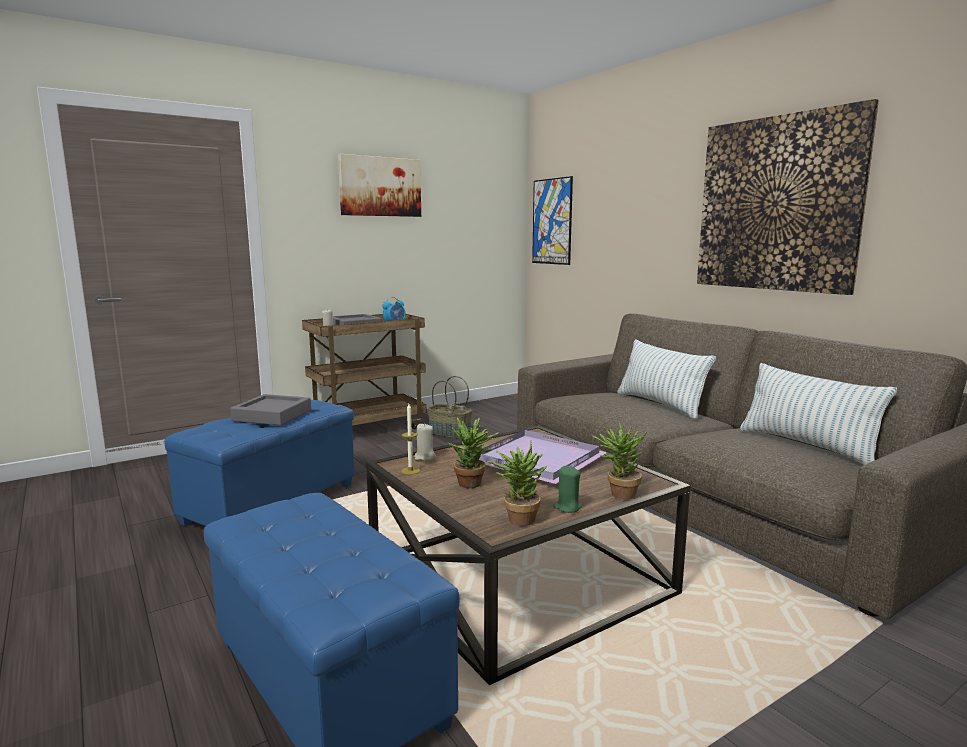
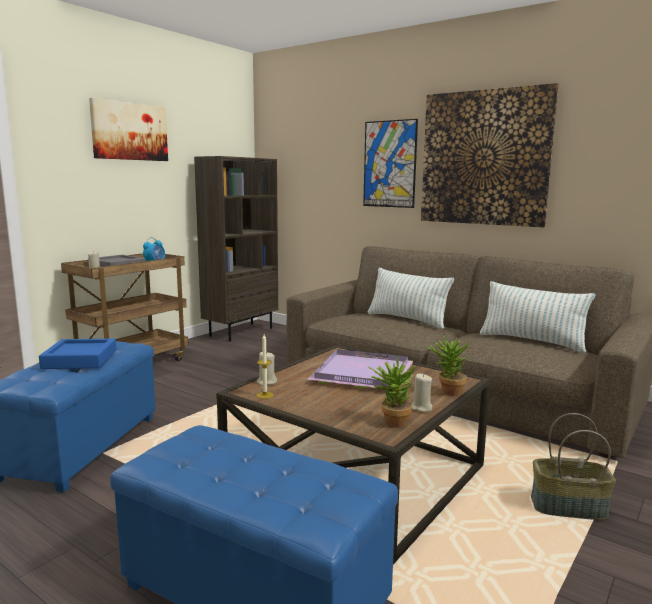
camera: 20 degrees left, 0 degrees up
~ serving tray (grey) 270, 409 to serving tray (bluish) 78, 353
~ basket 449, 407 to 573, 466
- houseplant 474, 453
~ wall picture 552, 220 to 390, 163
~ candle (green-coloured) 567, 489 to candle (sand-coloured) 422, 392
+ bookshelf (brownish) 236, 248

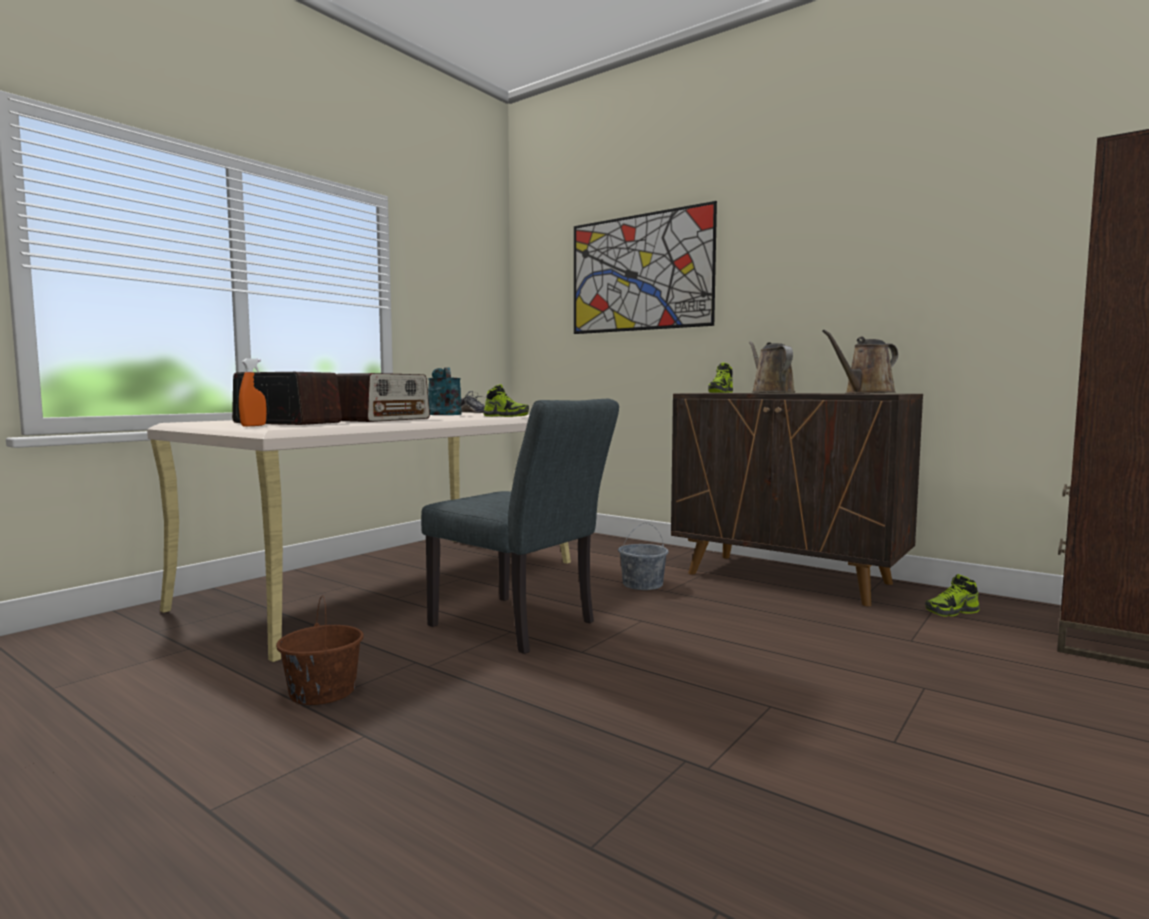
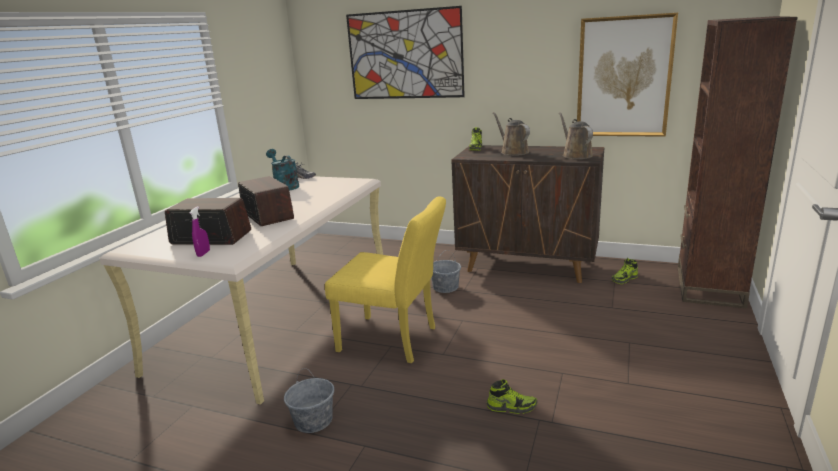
camera: 15 degrees left, 15 degrees up
~ hand sprayer (orangey) 252, 393 to hand sprayer (purple) 200, 231
~ bucket (brownish) 319, 650 to bucket (grey) 309, 401
~ radio receiver 383, 397 = 266, 201 45 degrees counterclockwise
~ plain chair (grey) 520, 526 to plain chair (yellowish) 385, 279
~ low shoe 506, 400 to 512, 396
~ watering can (brownish) 860, 362 = 576, 135 120 degrees clockwise
+ wall picture 627, 75

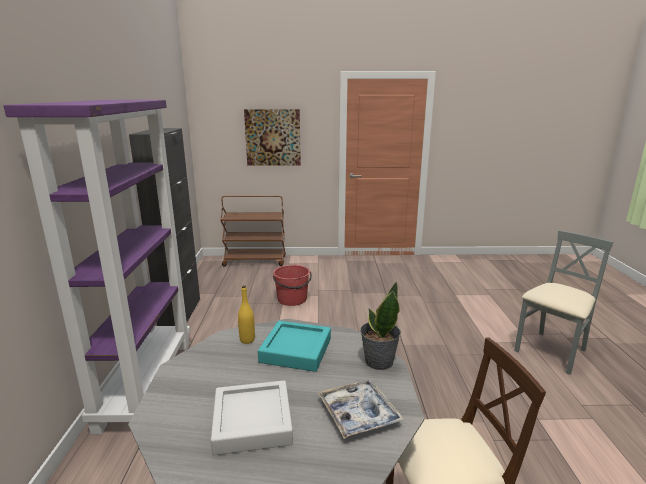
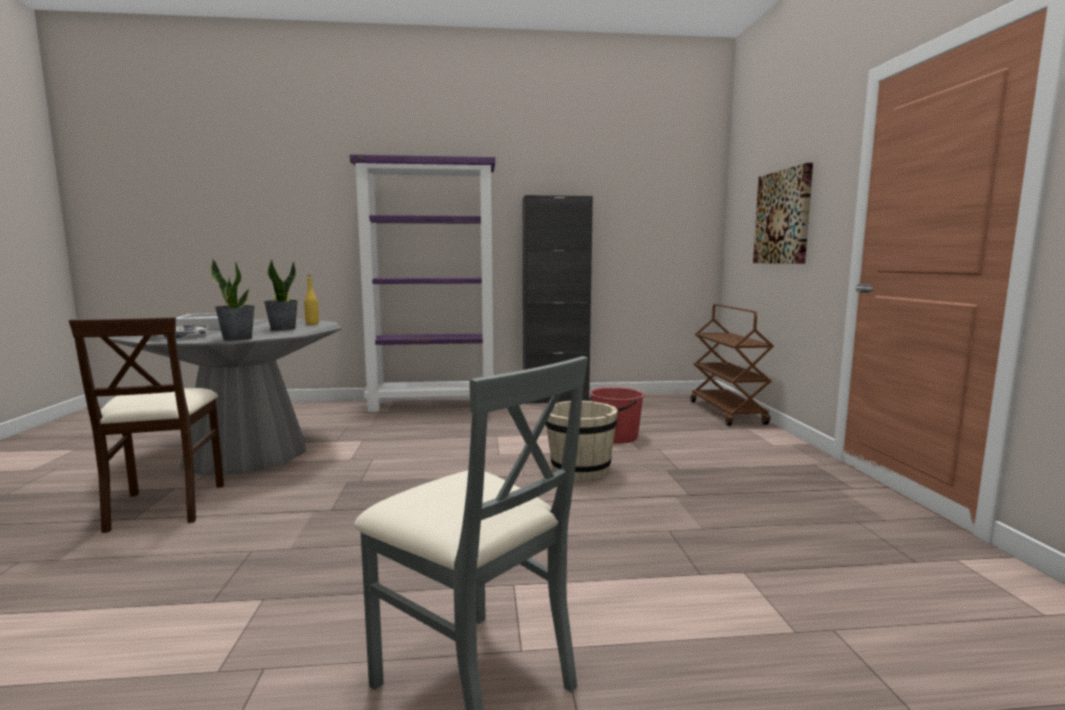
camera: 85 degrees right, 10 degrees down
~ serving tray (turquoise-coloured) 294, 346 to houseplant 281, 295
+ bucket (sand-coloured) 581, 441

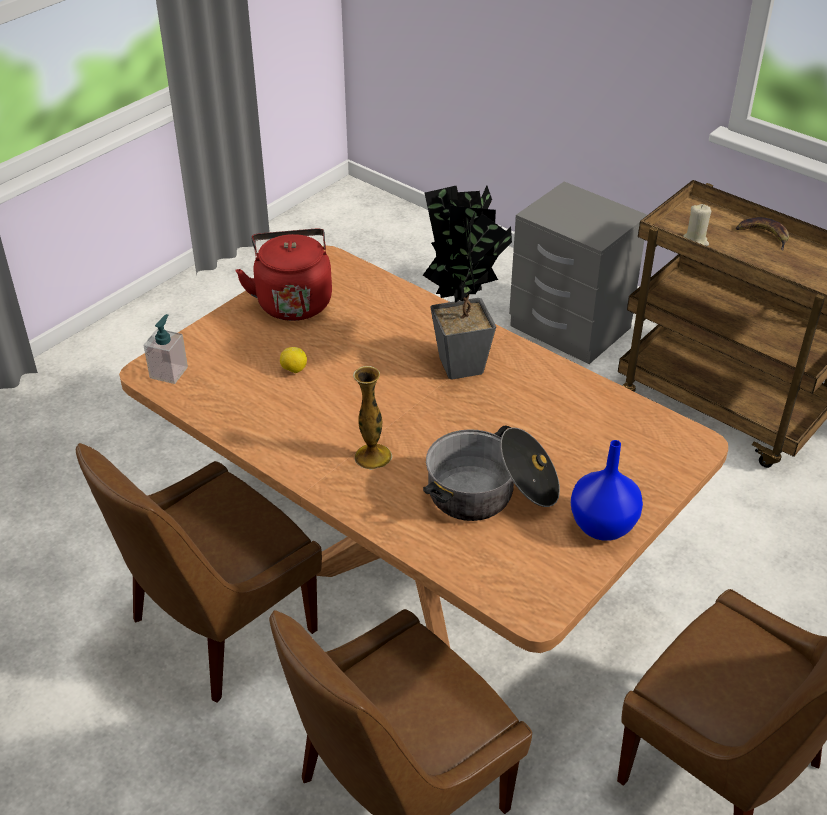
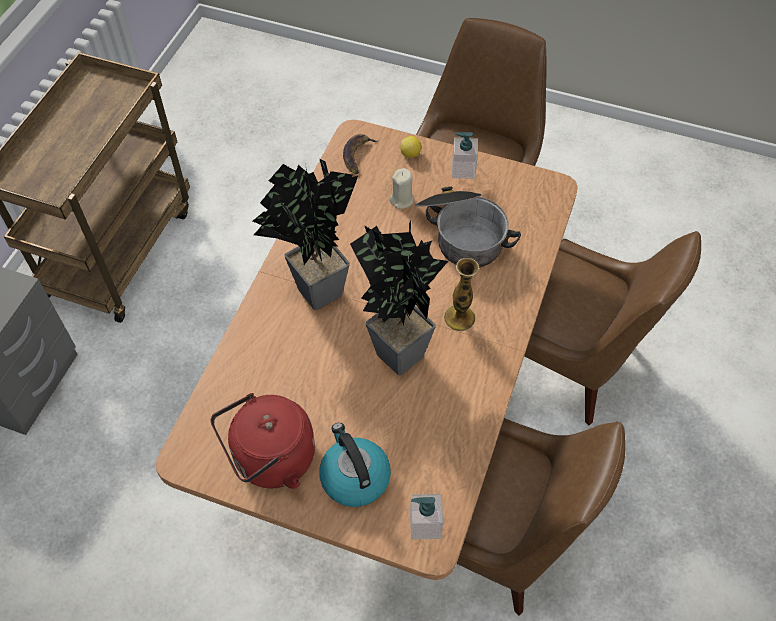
camera: 110 degrees left, 15 degrees up
~ citrus fruit 293, 360 to 411, 147
~ decorative vase (bluish) 607, 490 to soap bottle 465, 155
~ candle (sand-coloured) 697, 225 to 401, 188
~ banana fruit 762, 234 to 361, 154
+ water kettle 355, 465
+ houseplant 399, 298

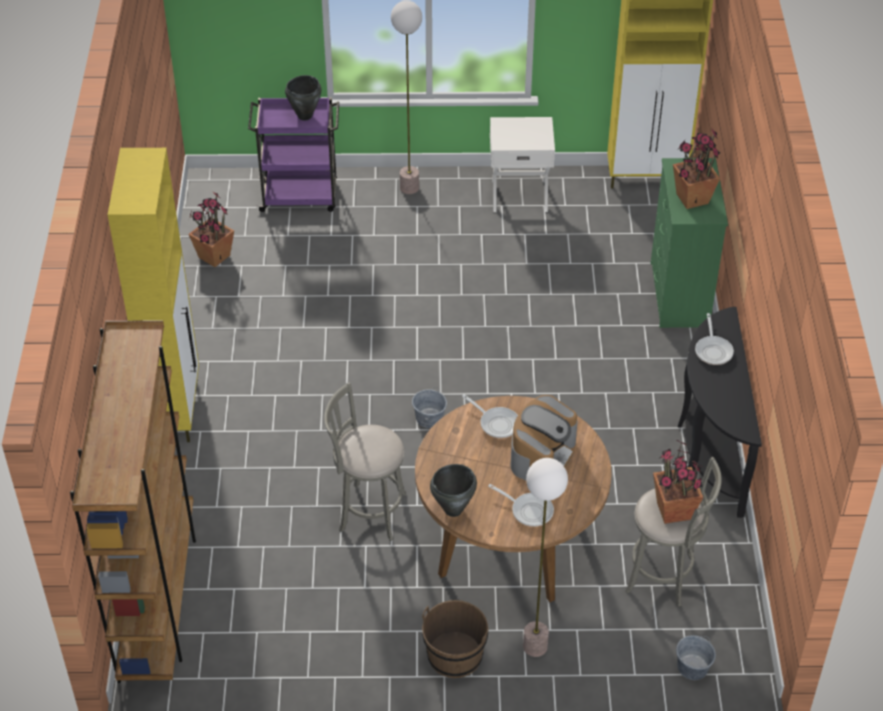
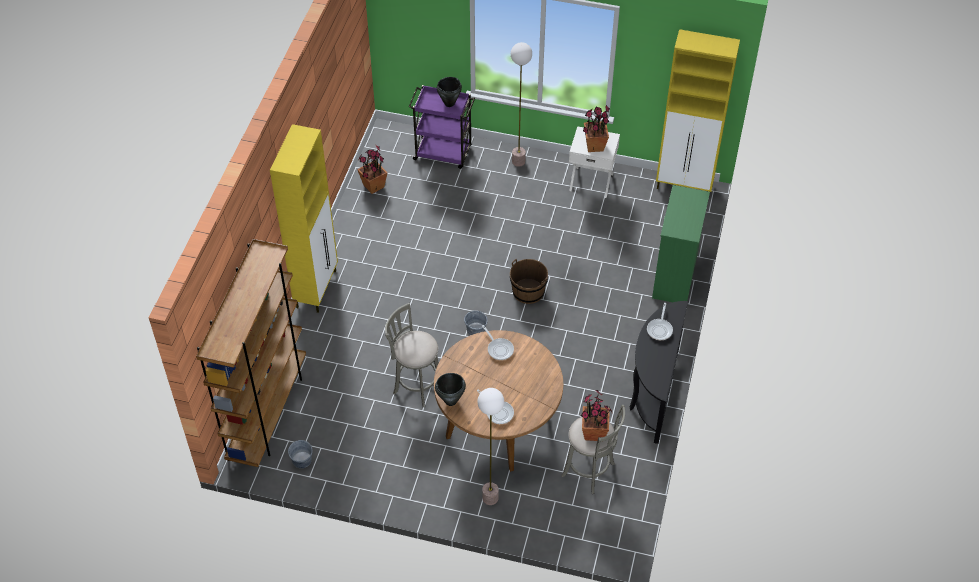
camera: 15 degrees right, 5 degrees up
~ bucket (brownish) 455, 639 to 529, 281
- coffee machine 544, 437
~ houseplant 696, 169 to 596, 128
~ bucket (grey) 696, 657 to 300, 454

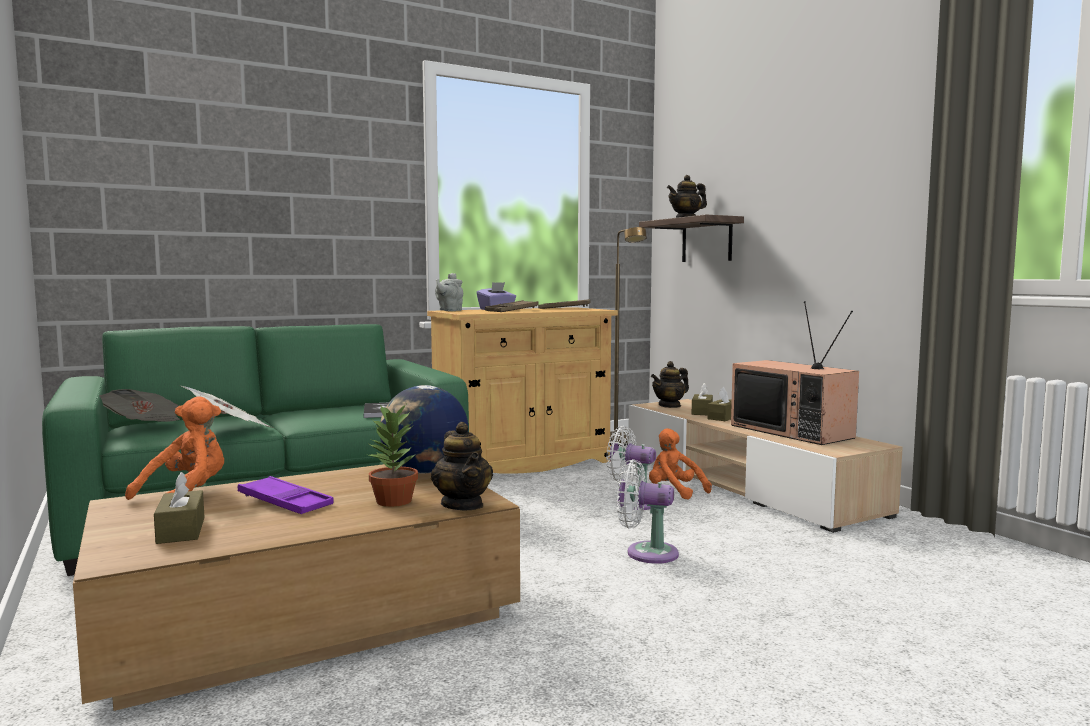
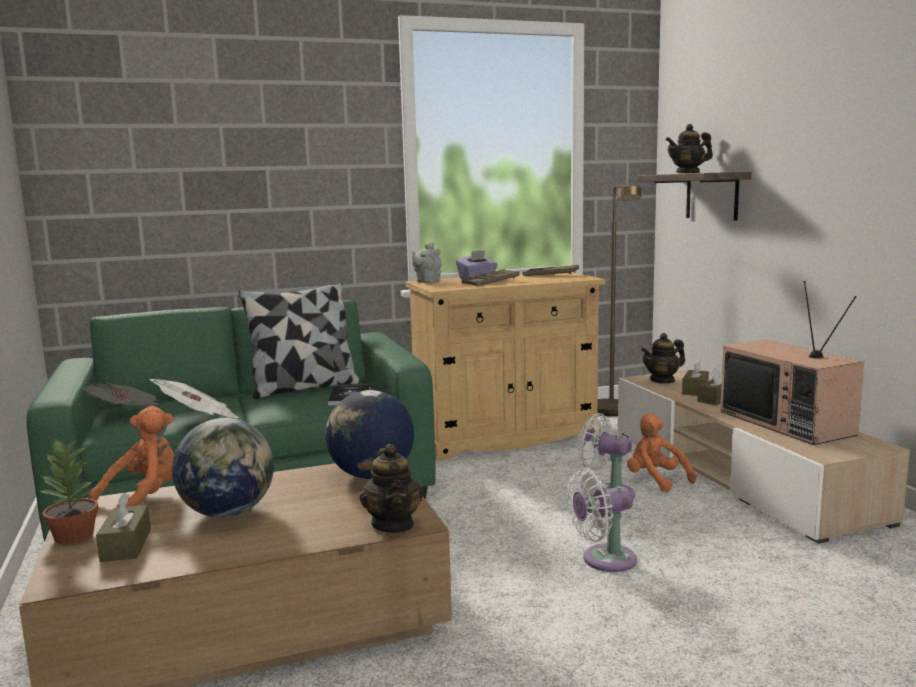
camera: 10 degrees right, 5 degrees up
~ serving tray (purple) 286, 495 to desk globe 223, 468
~ houseplant 393, 454 to 69, 491
~ cooling fan (whitish) 648, 511 = 602, 520 45 degrees counterclockwise
+ throw pillow 299, 341

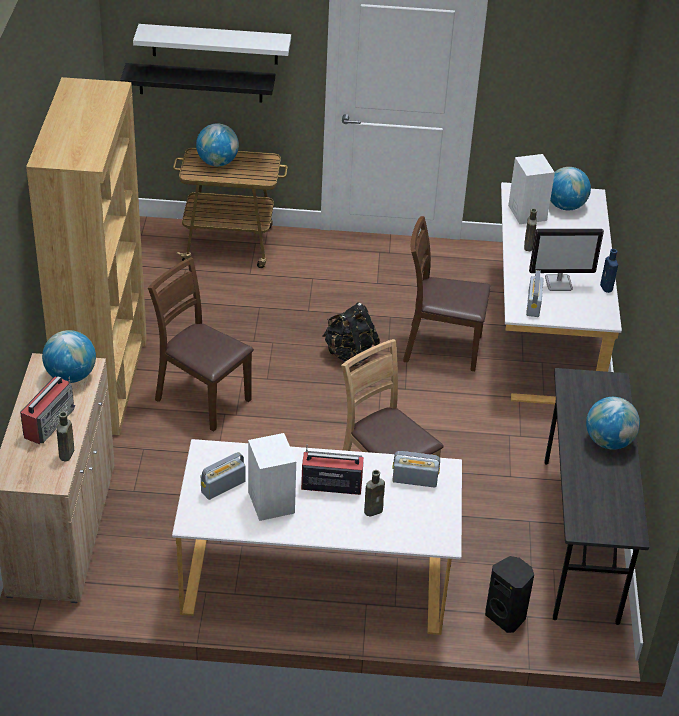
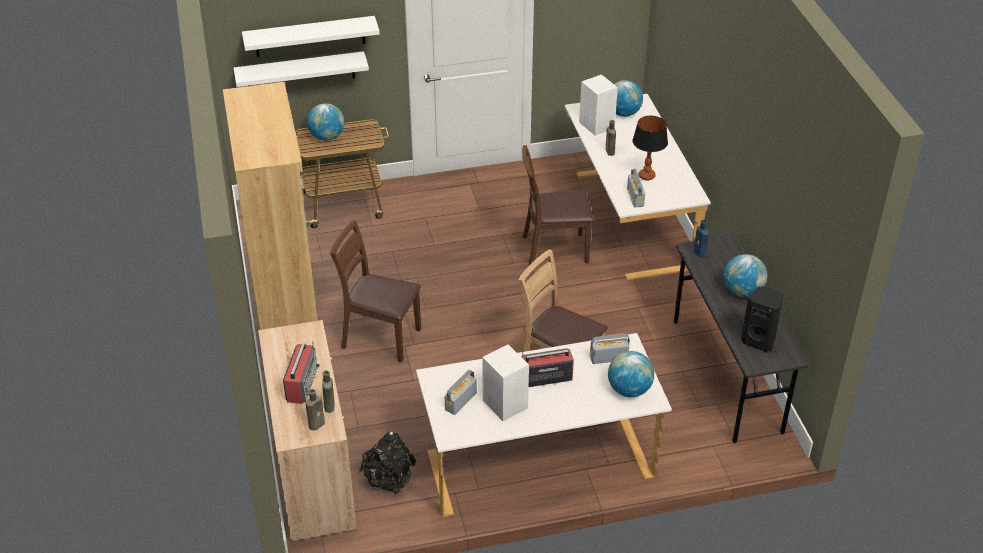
camera: 15 degrees left, 0 degrees up
~ desk globe 69, 356 to 631, 374
~ bracket shelf (black) 197, 83 to bracket shelf (whitish) 301, 69
~ knapsack (black) 351, 335 to 387, 463
~ drink bottle (brownish) 374, 493 to 315, 409
~ speaker (black) 509, 594 to 762, 319
~ computer screen 566, 260 to tabletop lamp 650, 148
~ drink bottle (bluish) 609, 271 to 701, 238

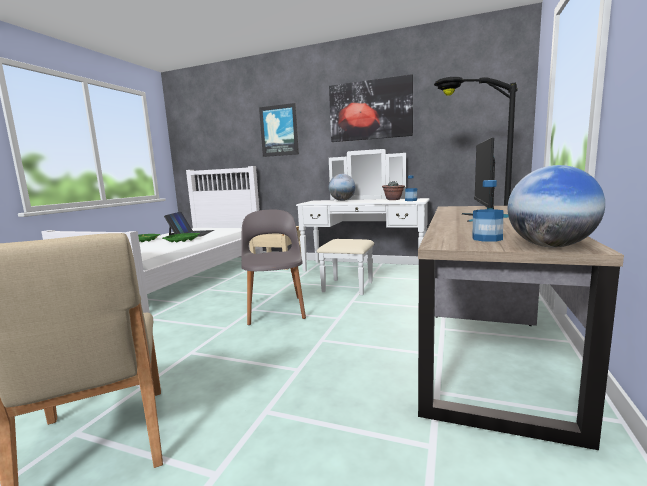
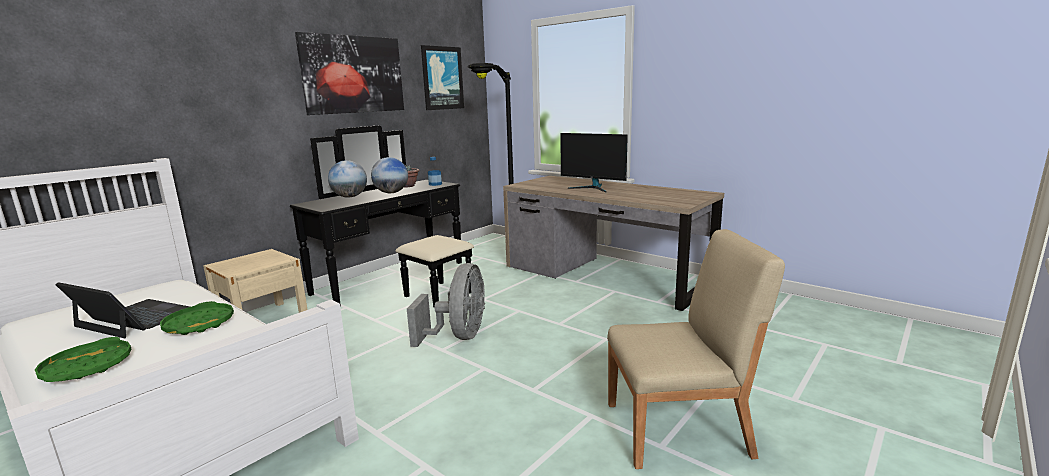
camera: 70 degrees left, 5 degrees up
~ plain chair (grey) 273, 267 to cooling fan (grey) 446, 305
~ wall picture 279, 130 to 442, 77
~ drawer chest (whitish) 363, 222 to drawer chest (black) 382, 216
- drink bottle 487, 211
~ desk globe 556, 206 to 389, 175

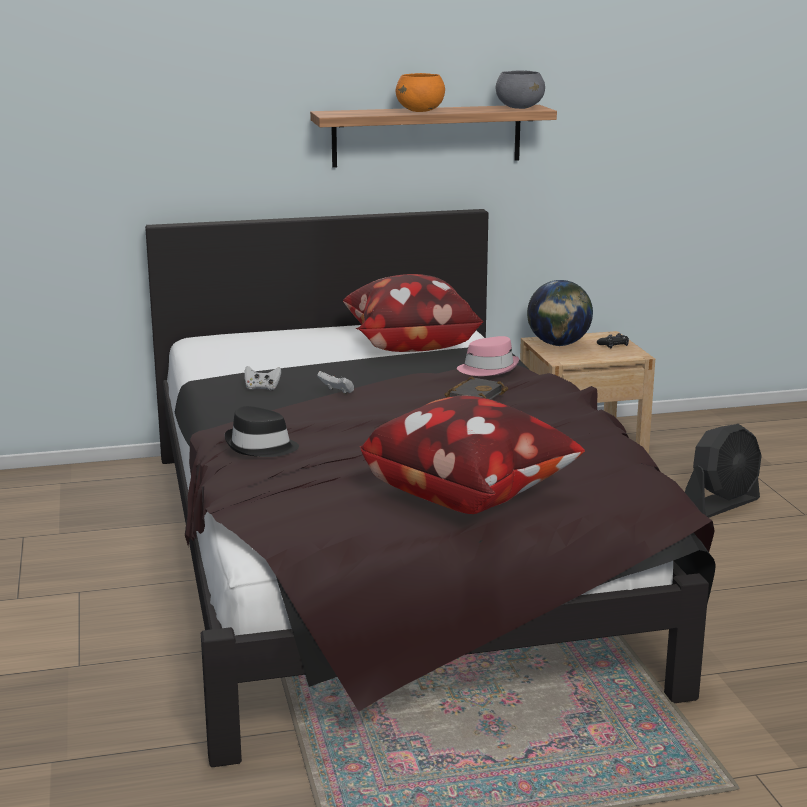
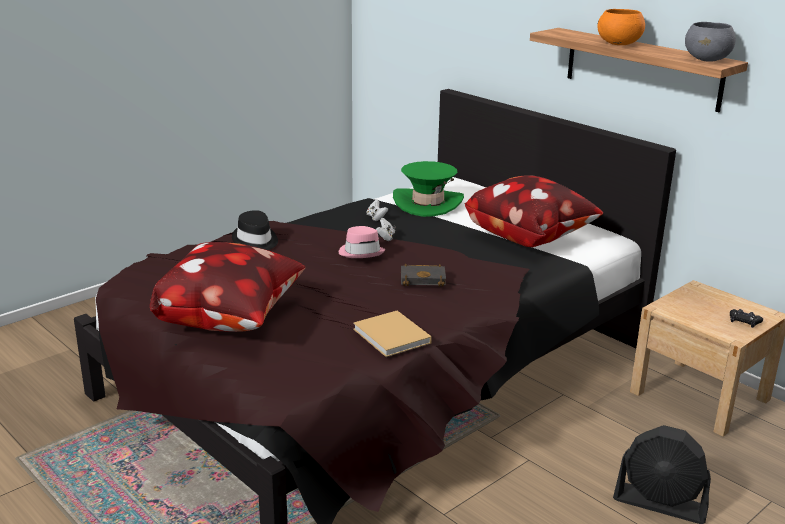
camera: 60 degrees right, 5 degrees up
~ clothing hat (pinkish) 488, 356 to 362, 242
- desk globe 560, 313
+ book (sand-coloured) 392, 334
+ clothing hat (green-coloured) 428, 189

